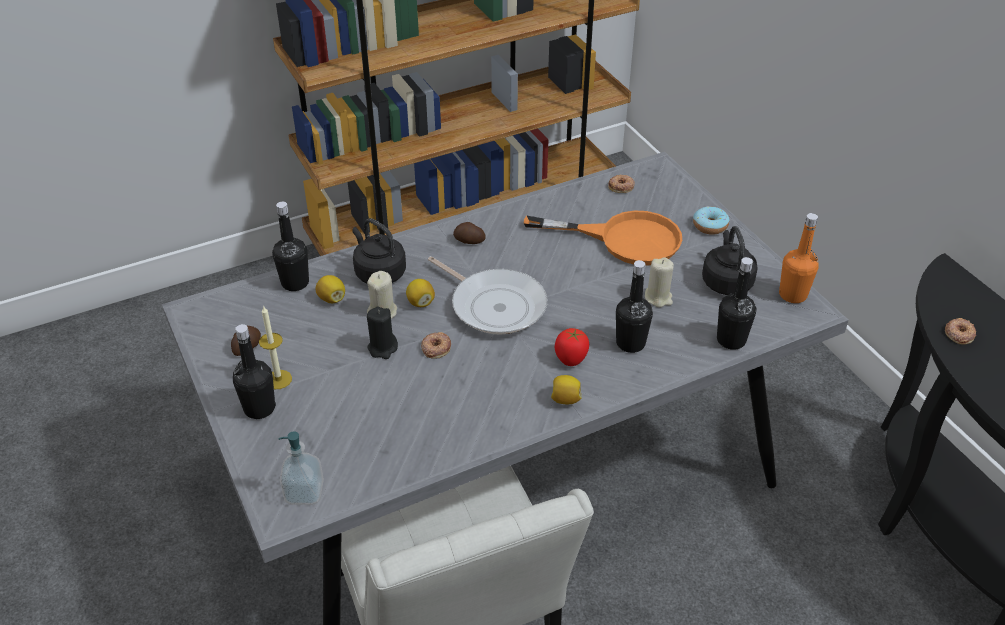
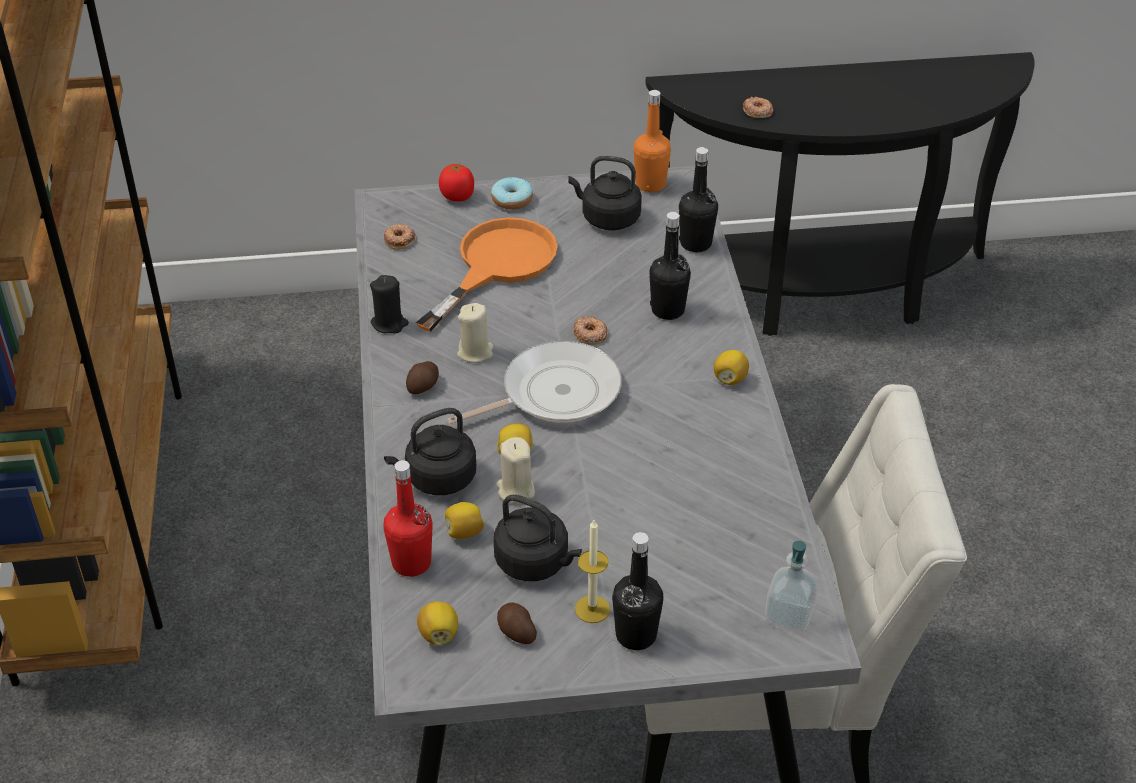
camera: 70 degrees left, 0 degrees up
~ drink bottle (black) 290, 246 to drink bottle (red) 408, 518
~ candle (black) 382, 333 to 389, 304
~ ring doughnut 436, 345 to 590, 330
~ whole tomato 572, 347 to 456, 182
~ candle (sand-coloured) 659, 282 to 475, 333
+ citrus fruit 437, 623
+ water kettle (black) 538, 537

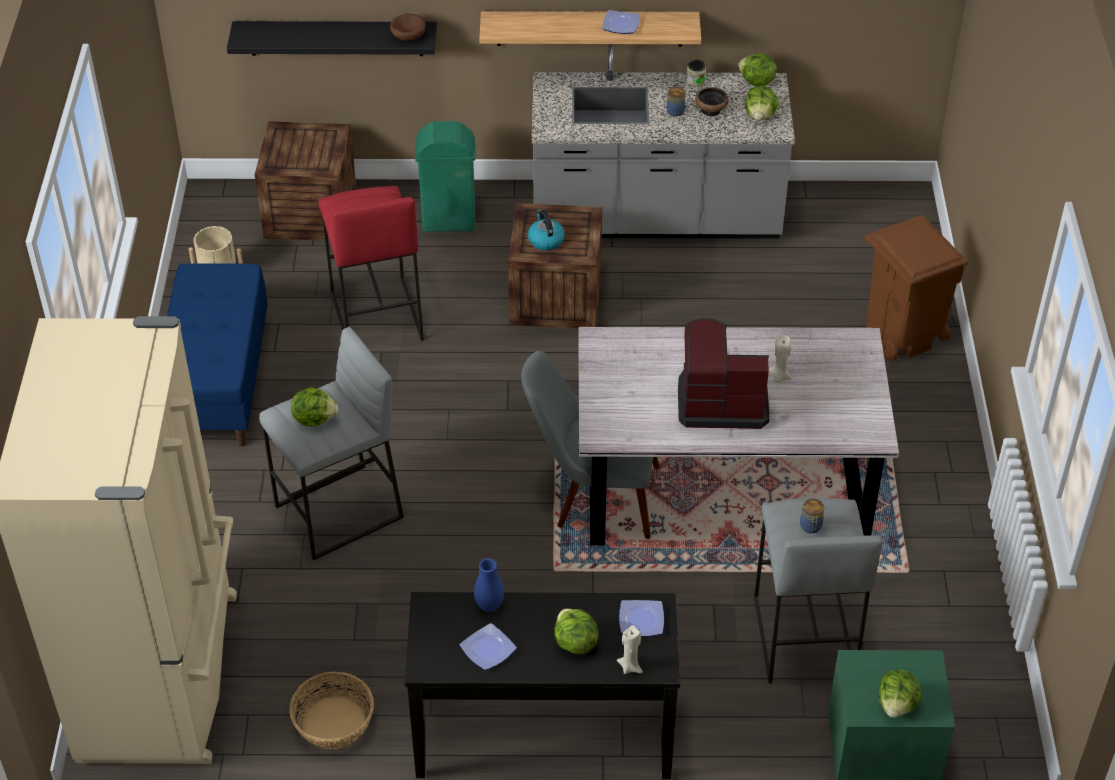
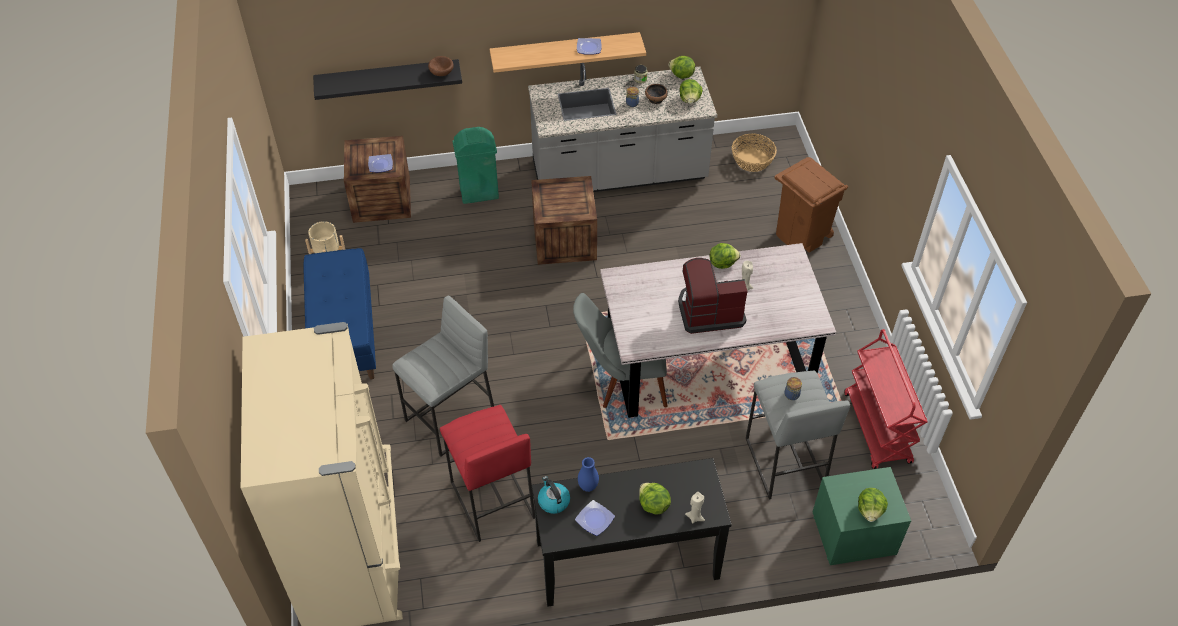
camera: 10 degrees left, 5 degrees up
~ basket 331, 710 to 754, 152
~ lettuce head 314, 406 to 725, 256
~ stool seat (red) 371, 263 to 487, 473
~ water kettle 546, 230 to 554, 495
~ dinner plate 641, 618 to 380, 163
+ wheeled cart (red) 885, 399

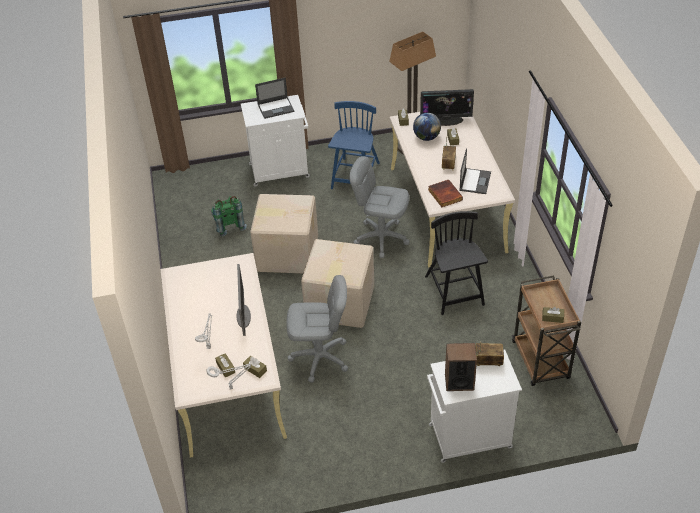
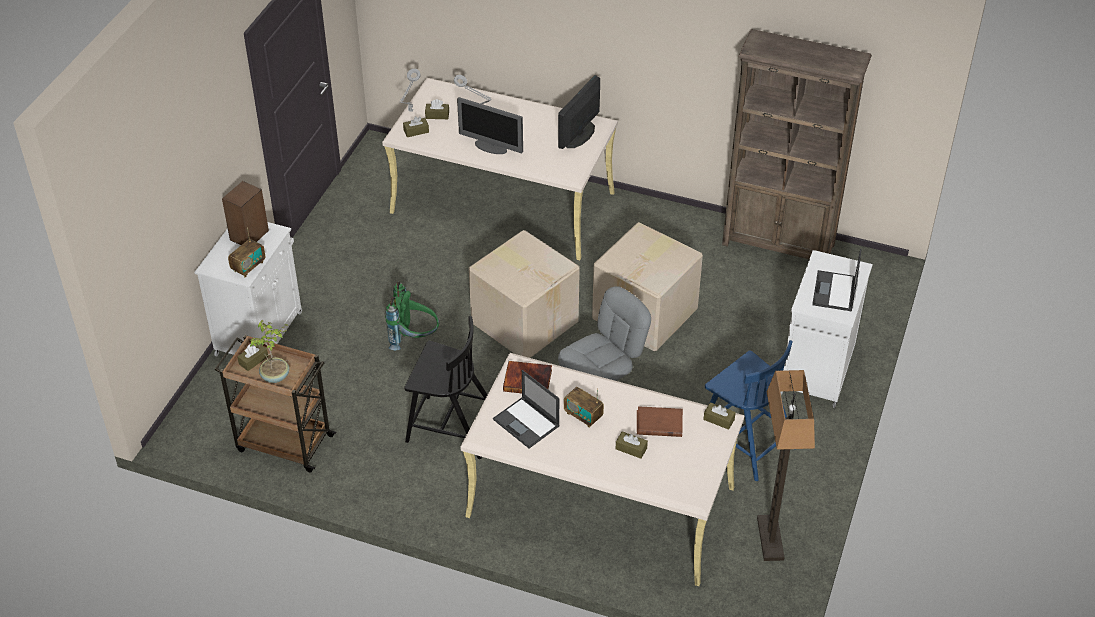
camera: 120 degrees right, 0 degrees up
~ knapsack (green-coloured) 229, 216 to 412, 316
- computer chair (grey) 317, 329
~ desk globe 427, 127 to book (brownish) 660, 421
~ computer screen 447, 107 to 579, 112
+ houseplant 269, 351
+ bookshelf (brownish) 797, 144

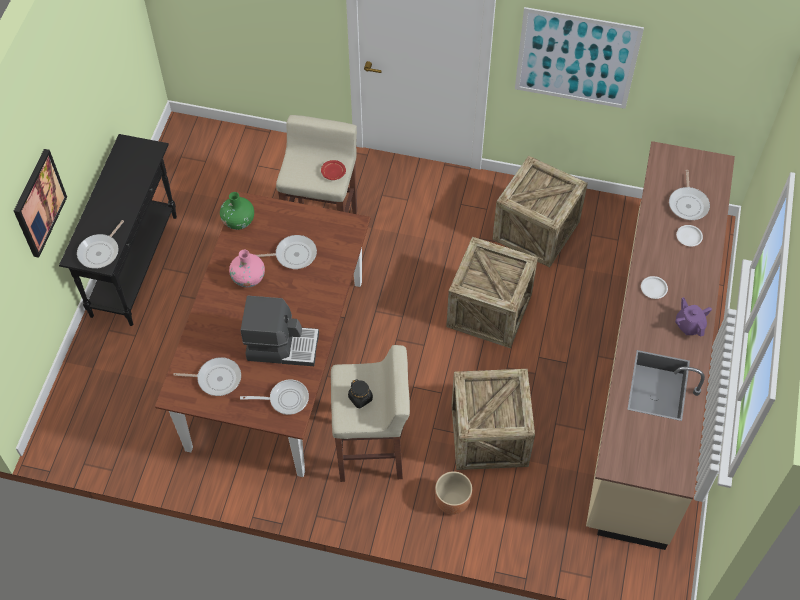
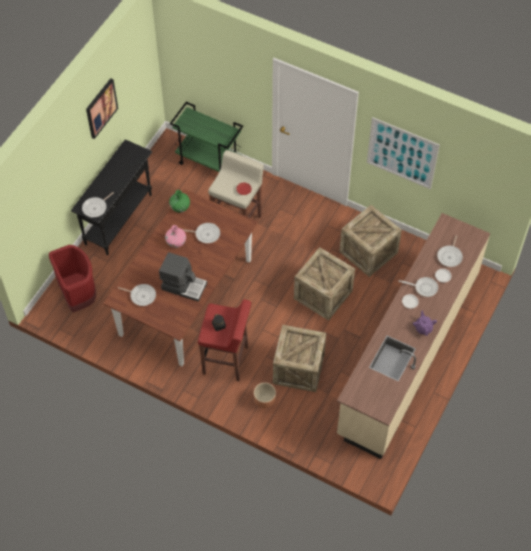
camera: 15 degrees right, 0 degrees up
~ wall picture 40, 203 to 102, 108
~ pan 274, 397 to 418, 287
~ stool seat (sand-coloured) 370, 413 to stool seat (red) 224, 340
+ waste bin (red) 72, 278
+ wheeled cart (green-coloured) 206, 137

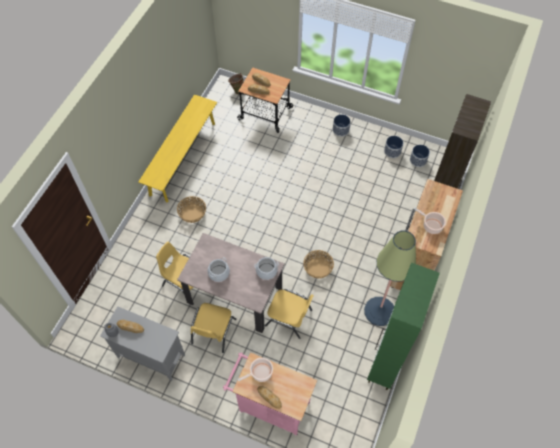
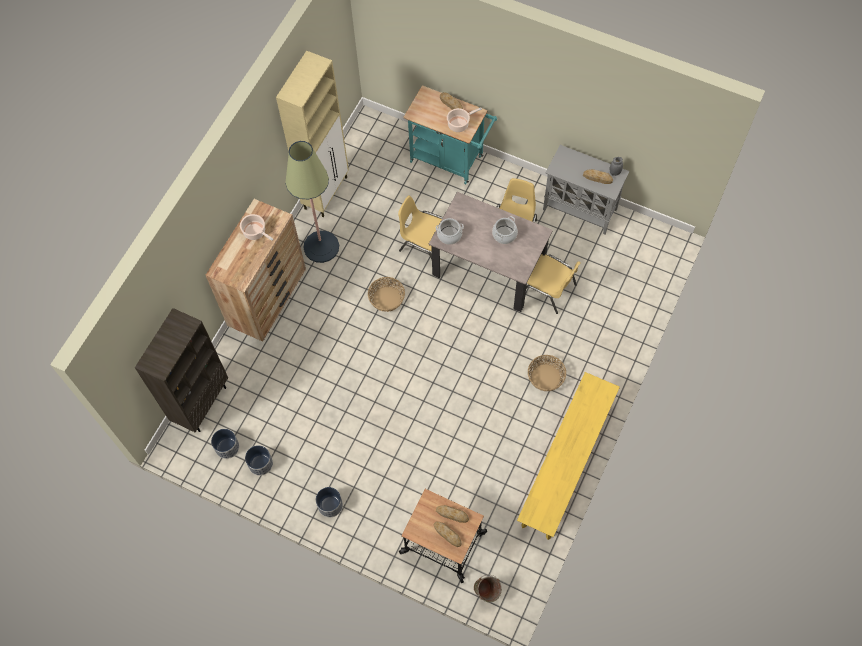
camera: 175 degrees left, 5 degrees up
~ wheeled cart (pinkish) 270, 394 to wheeled cart (turquoise-coloured) 450, 134
~ storage cabinet (green-coloured) 403, 326 to storage cabinet (sand-coloured) 312, 134

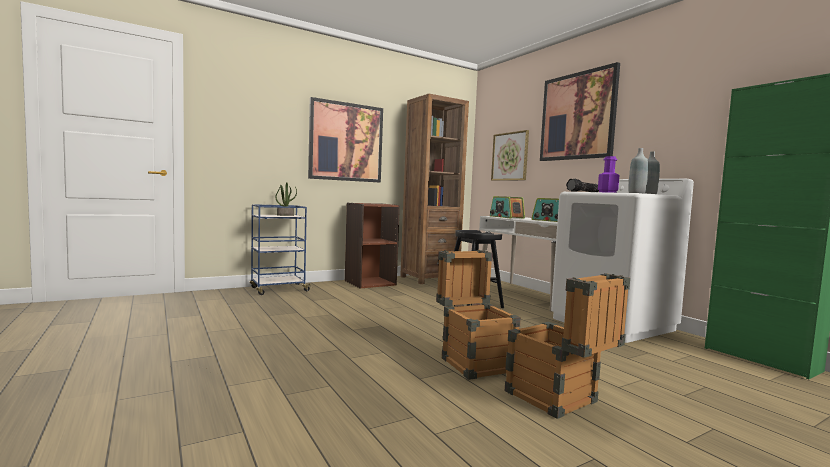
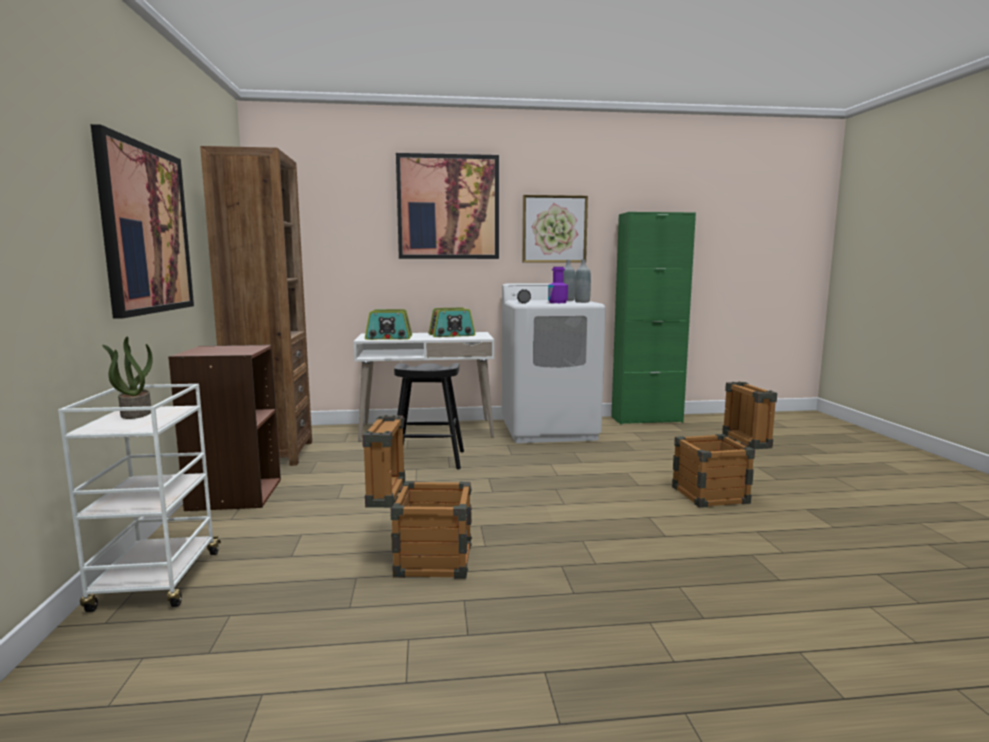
camera: 65 degrees left, 5 degrees up
~ wheeled cart (bluish) 281, 249 to wheeled cart (whitish) 139, 498
~ packing crate 478, 315 to 417, 497
~ wall picture 510, 155 to 555, 229

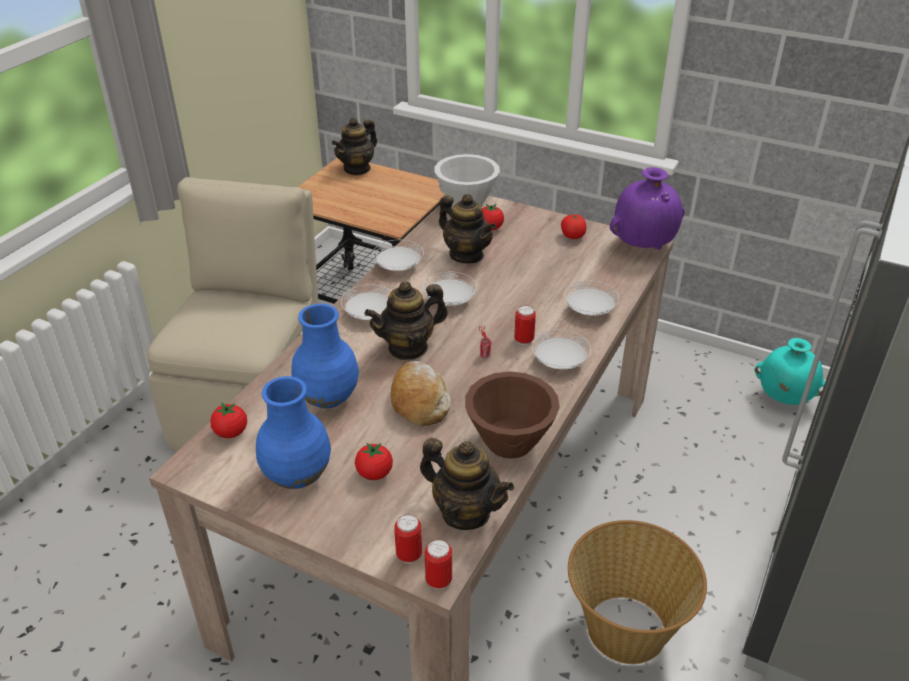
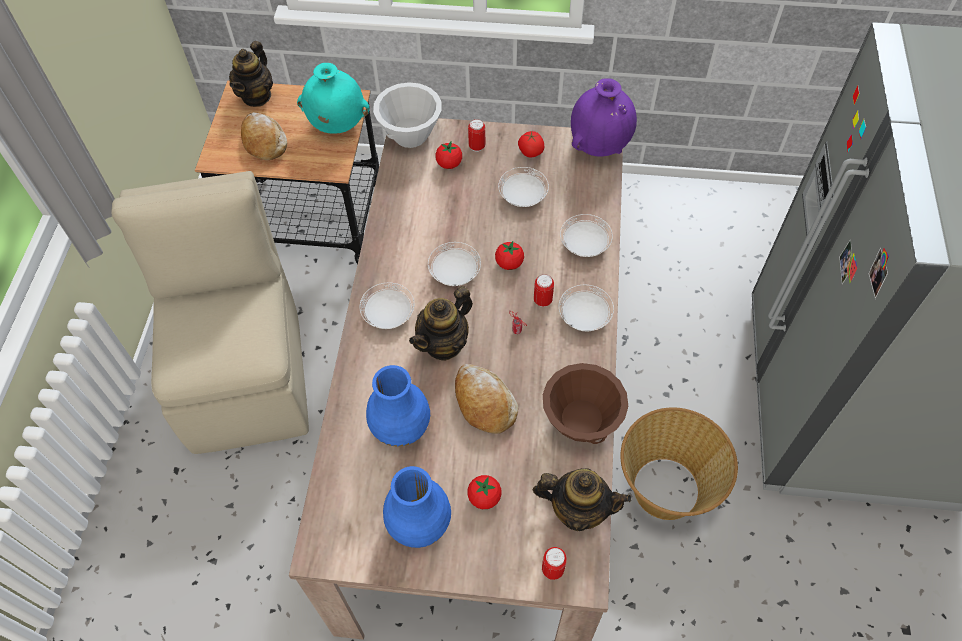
camera: 20 degrees left, 20 degrees up
~ whole tomato 228, 420 to 509, 255
~ dinner plate (whitish) 398, 255 to 523, 187
~ sealed can 438, 564 to 476, 135
- pot for tea 467, 228
~ decorative vase (turquoise-coloured) 789, 371 to 333, 98
+ bread 264, 136

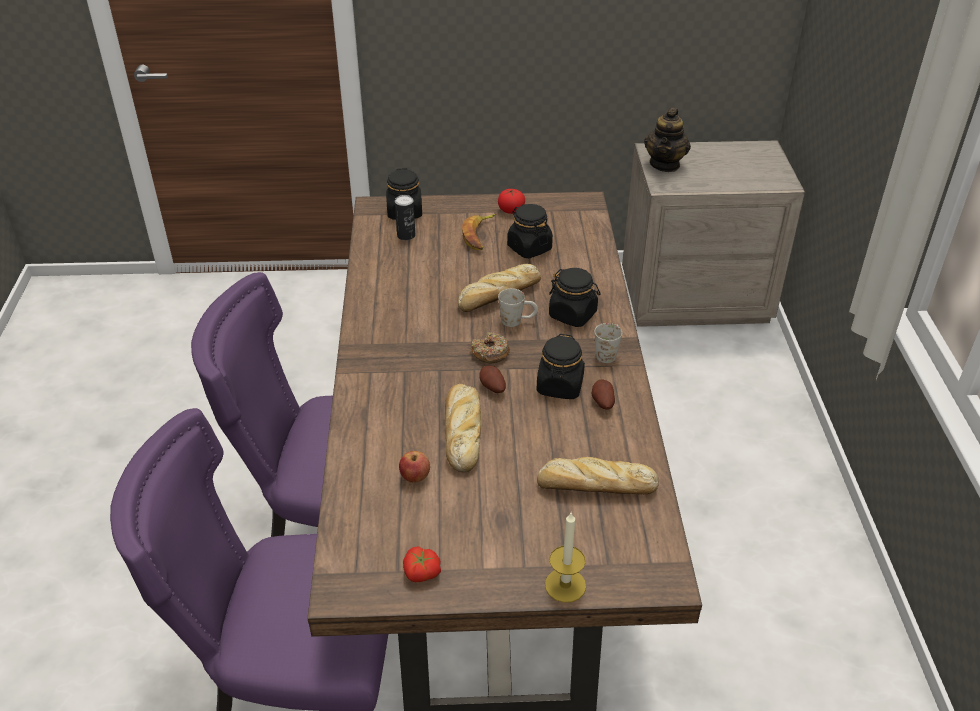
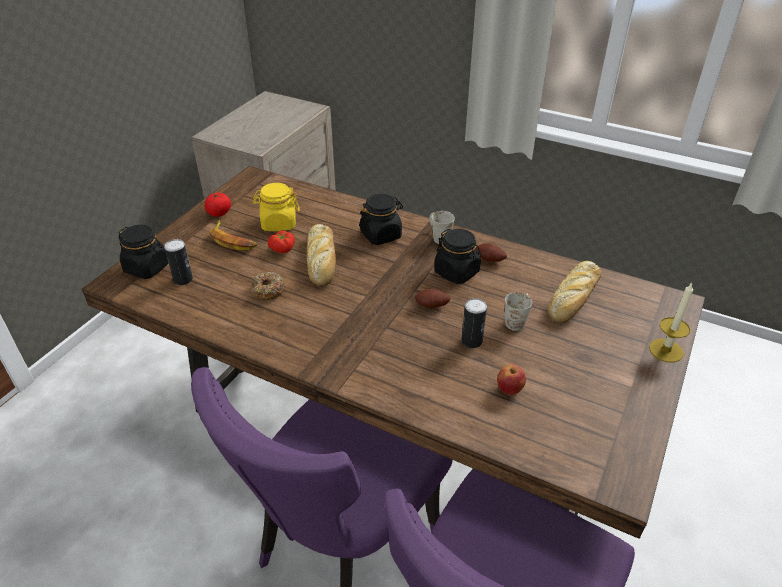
camera: 60 degrees left, 0 degrees up
~ whole tomato 422, 564 to 281, 242
~ bread 463, 428 to sealed can 474, 323
~ ring doughnut 490, 347 to 269, 286
~ mug (whitish) 518, 307 to 518, 311
~ storage jar (black) 530, 231 to storage jar (yellowish) 276, 207
- pot for tea 667, 139

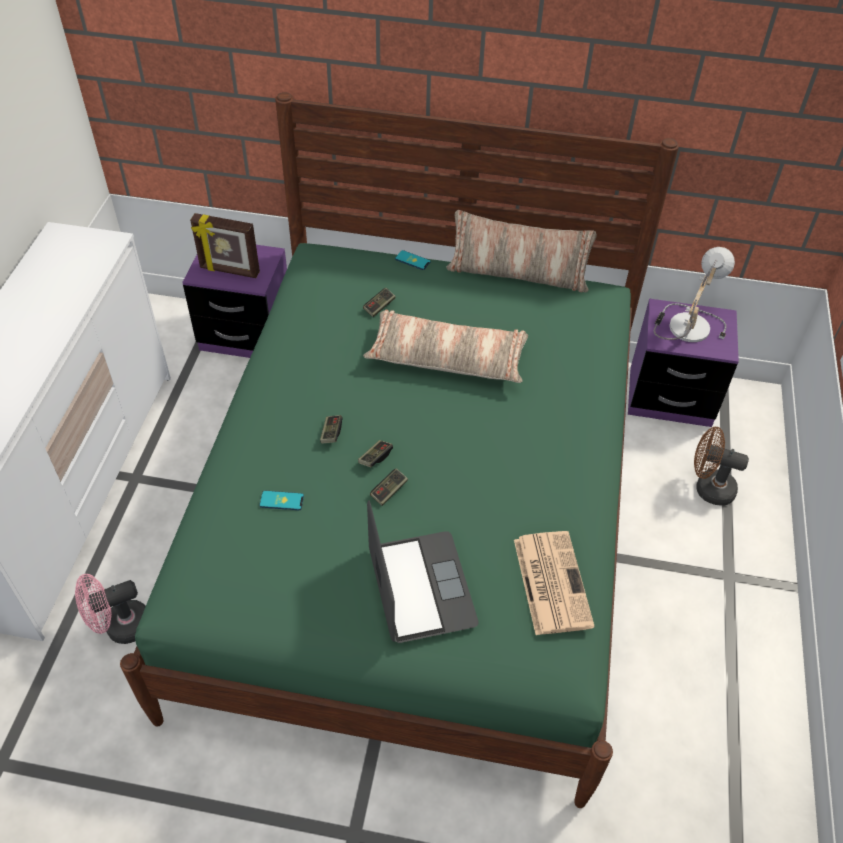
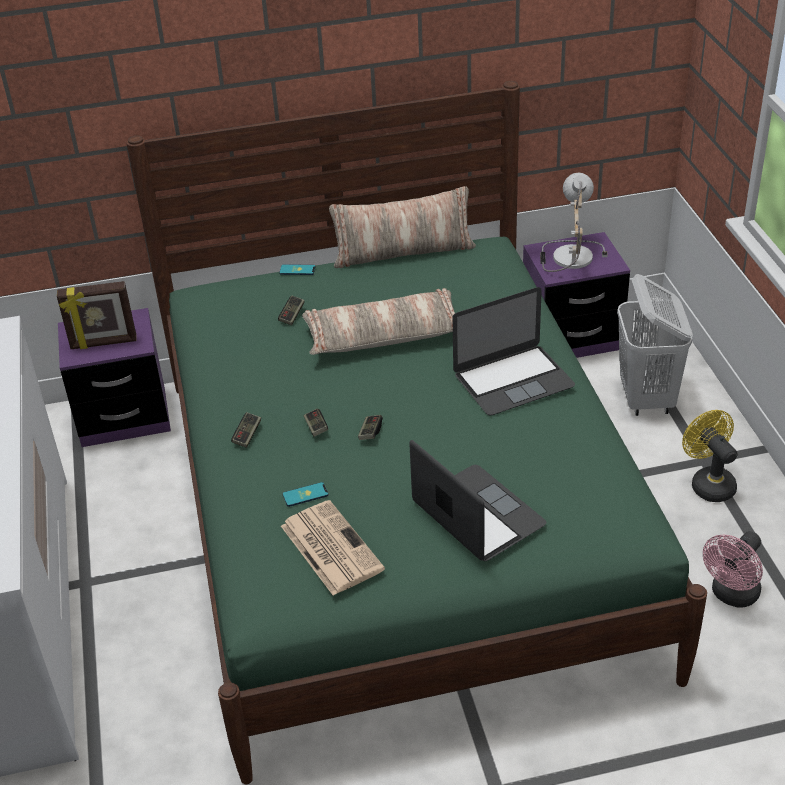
camera: 20 degrees left, 10 degrees down
~ cooling fan (pinkish) 110, 609 to 733, 569
~ joypad 389, 487 to 246, 430
~ newspaper 554, 583 to 333, 548
~ cooling fan (brownish) 721, 466 to hamper (whitish) 655, 345
+ notebook computer 513, 351
+ cooling fan (yellowish) 709, 456

